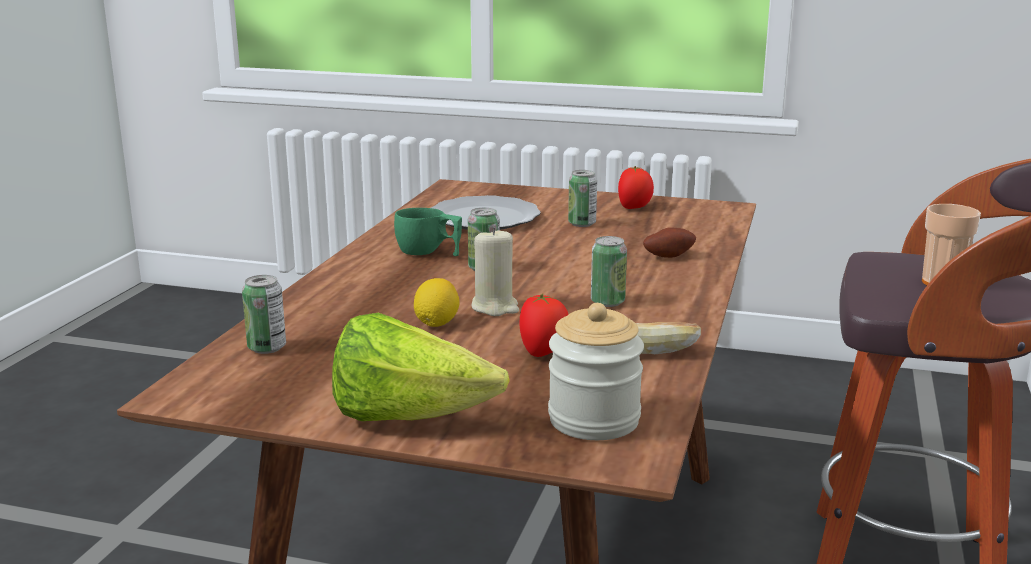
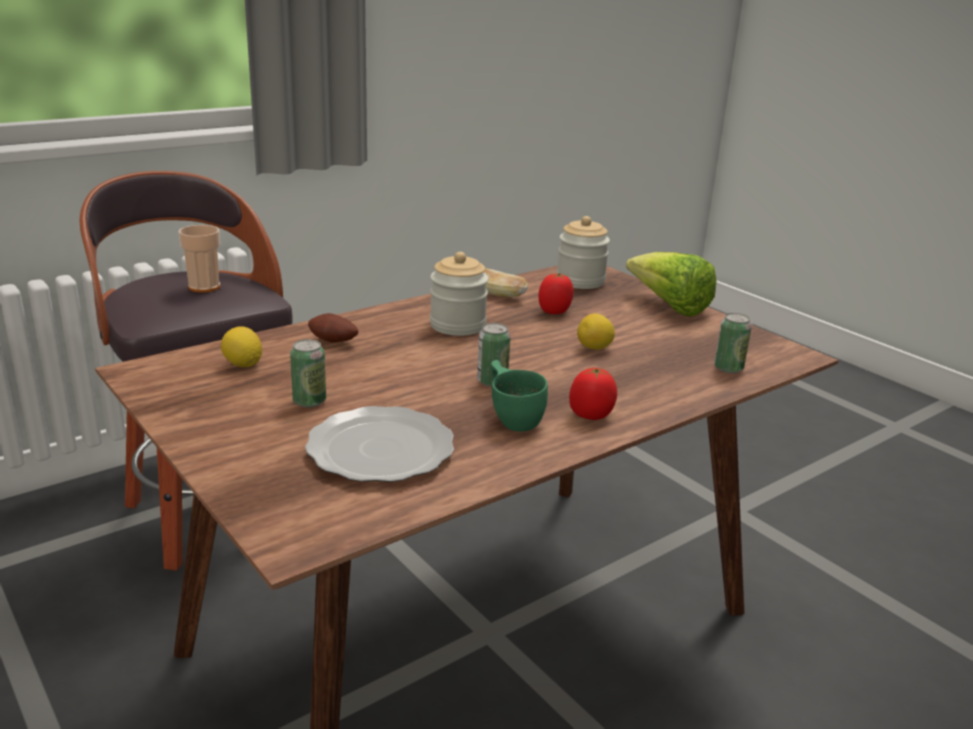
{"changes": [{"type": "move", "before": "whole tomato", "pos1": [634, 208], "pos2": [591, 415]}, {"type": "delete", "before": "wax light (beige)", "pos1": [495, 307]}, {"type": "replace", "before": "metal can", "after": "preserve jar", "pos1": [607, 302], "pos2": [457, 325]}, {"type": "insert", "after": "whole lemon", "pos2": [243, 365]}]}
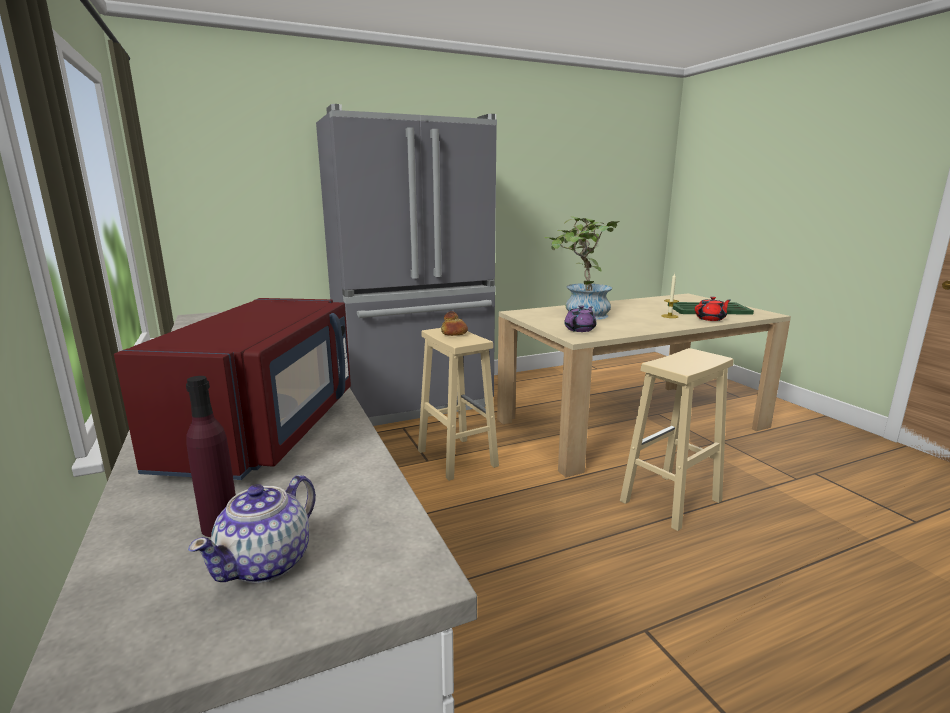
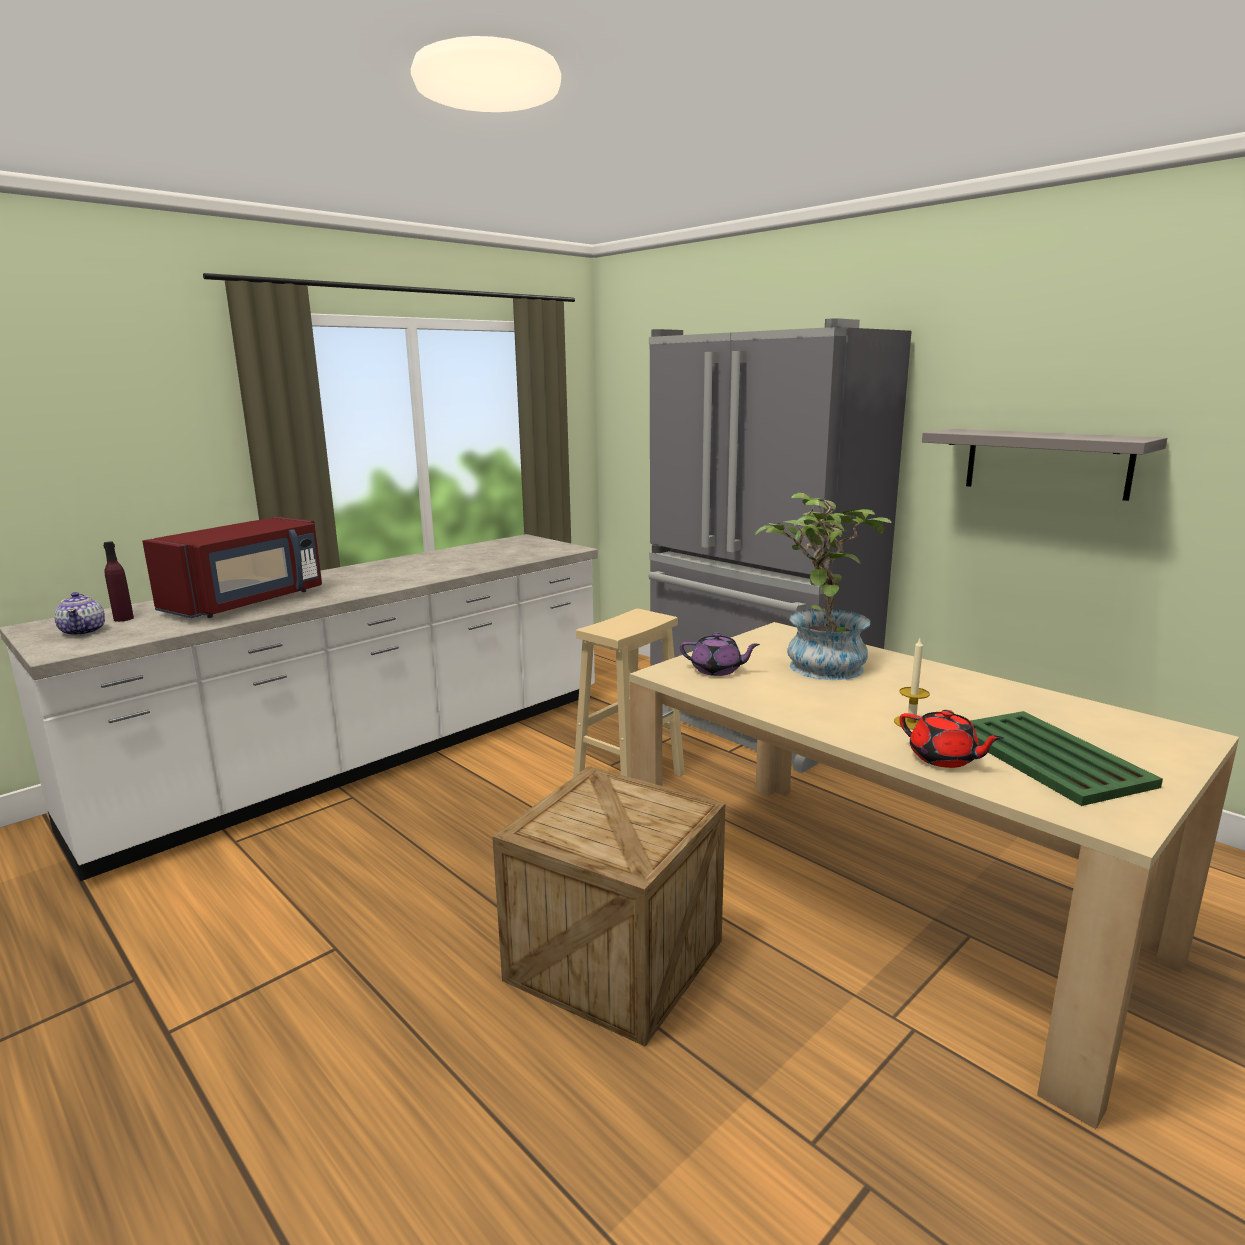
{"changes": [{"type": "rotate", "before": "microwave (red-coloured)", "pos1": [268, 429], "pos2": [248, 602], "turn": -45}, {"type": "delete", "before": "bread", "pos1": [454, 333]}, {"type": "replace", "before": "stool seat (beige)", "after": "shipping crate", "pos1": [670, 501], "pos2": [615, 960]}, {"type": "rotate", "before": "teapot", "pos1": [267, 563], "pos2": [84, 631], "turn": -120}, {"type": "insert", "after": "wall shelf (gray)", "pos2": [1046, 463]}]}
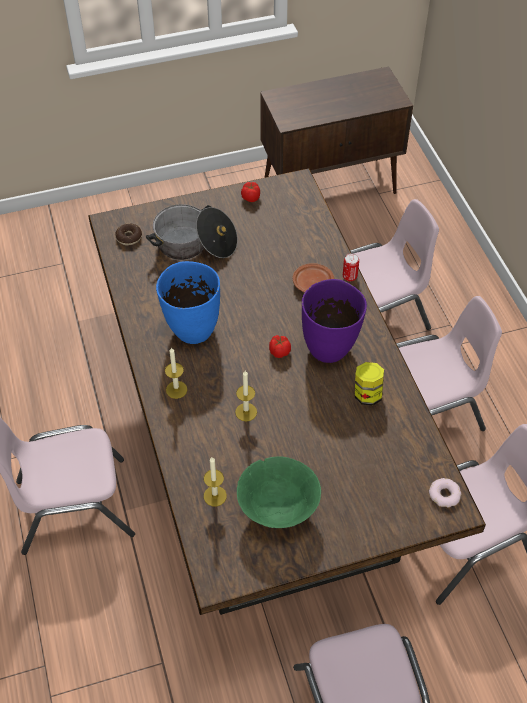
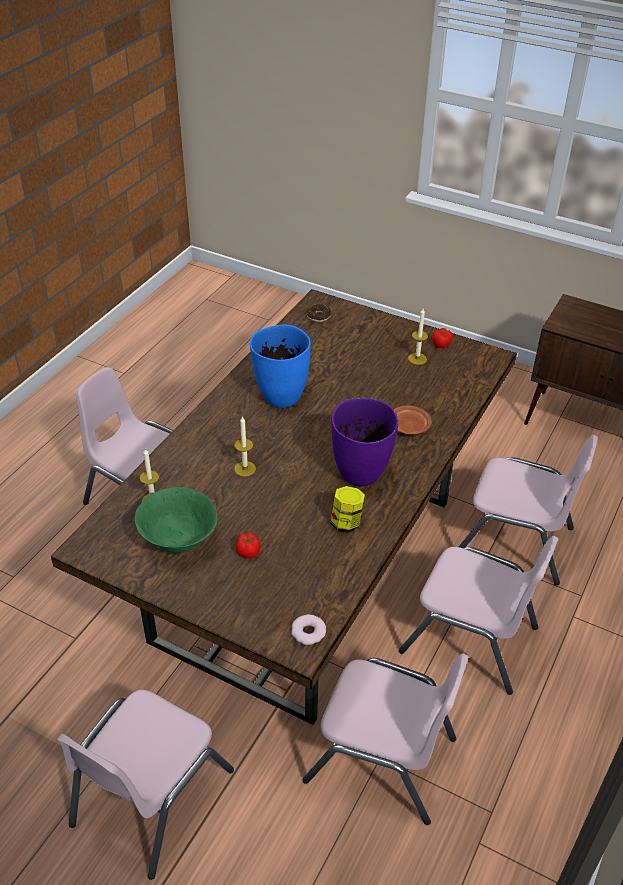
{"changes": [{"type": "delete", "before": "stockpot", "pos1": [195, 245]}, {"type": "delete", "before": "metal can", "pos1": [349, 277]}, {"type": "move", "before": "whole tomato", "pos1": [279, 351], "pos2": [248, 551]}, {"type": "move", "before": "wax light", "pos1": [176, 389], "pos2": [417, 358]}]}
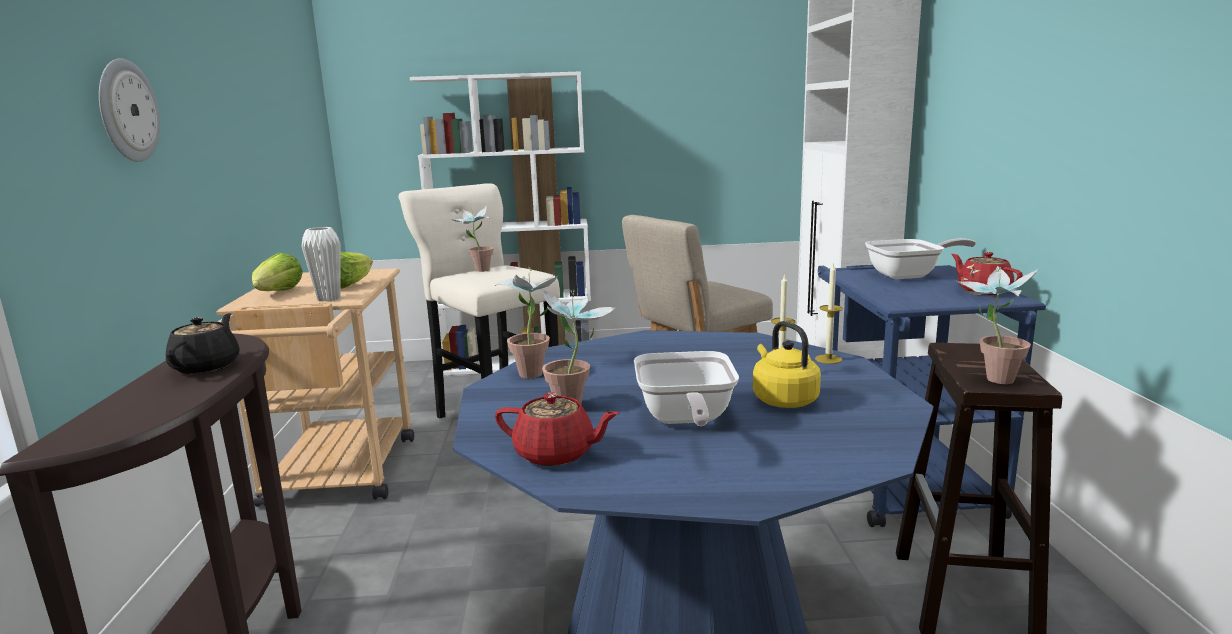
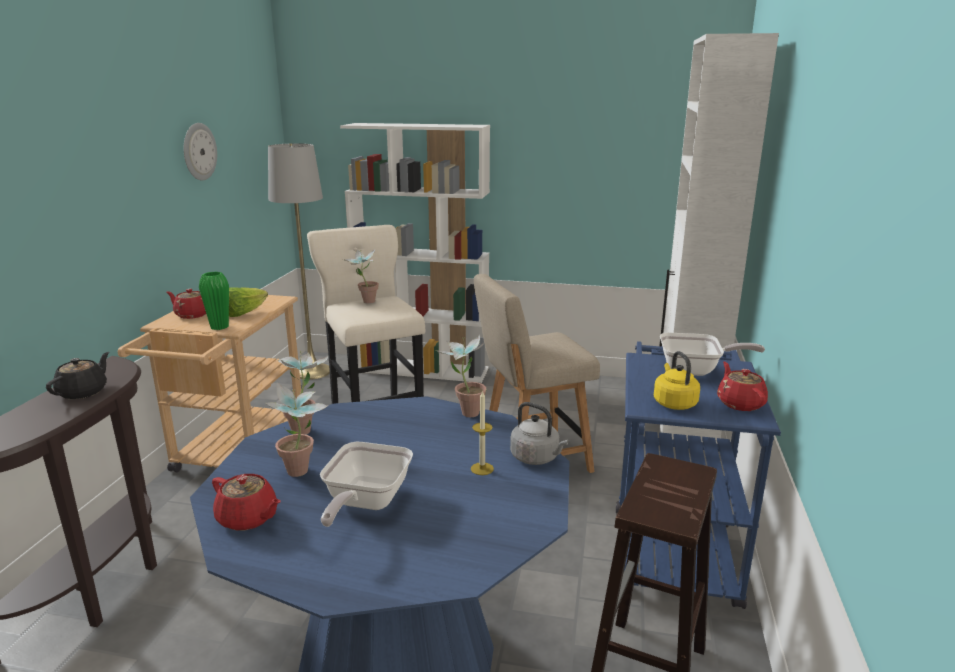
{"changes": [{"type": "move", "before": "clock on the wall", "pos1": [127, 111], "pos2": [198, 151]}, {"type": "recolor", "before": "vase (white)", "after": "vase (green-coloured)", "pos1": [328, 298], "pos2": [219, 327]}, {"type": "replace", "before": "head of lettuce", "after": "teapot (red-coloured)", "pos1": [278, 293], "pos2": [192, 315]}, {"type": "replace", "before": "wax light", "after": "tea kettle (gray)", "pos1": [828, 359], "pos2": [537, 458]}, {"type": "move", "before": "plant in a pot", "pos1": [989, 379], "pos2": [464, 411]}, {"type": "move", "before": "tea kettle (yellow)", "pos1": [783, 399], "pos2": [674, 403]}, {"type": "insert", "after": "floor lamp (gray)", "pos2": [312, 371]}]}
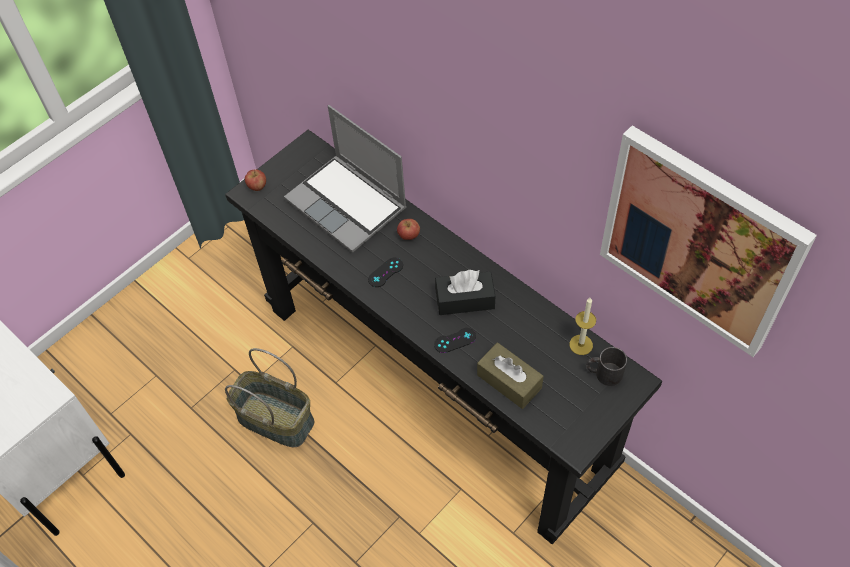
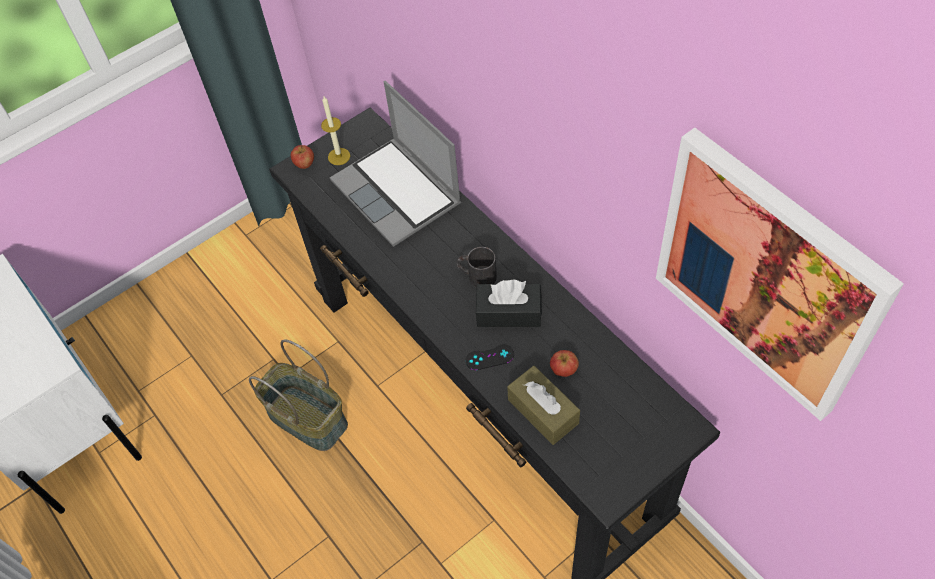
{"changes": [{"type": "move", "before": "apple", "pos1": [409, 236], "pos2": [564, 370]}, {"type": "delete", "before": "joypad (blackish)", "pos1": [385, 272]}, {"type": "move", "before": "wax light", "pos1": [581, 344], "pos2": [339, 156]}, {"type": "move", "before": "tea mug (blackish)", "pos1": [603, 373], "pos2": [476, 276]}]}
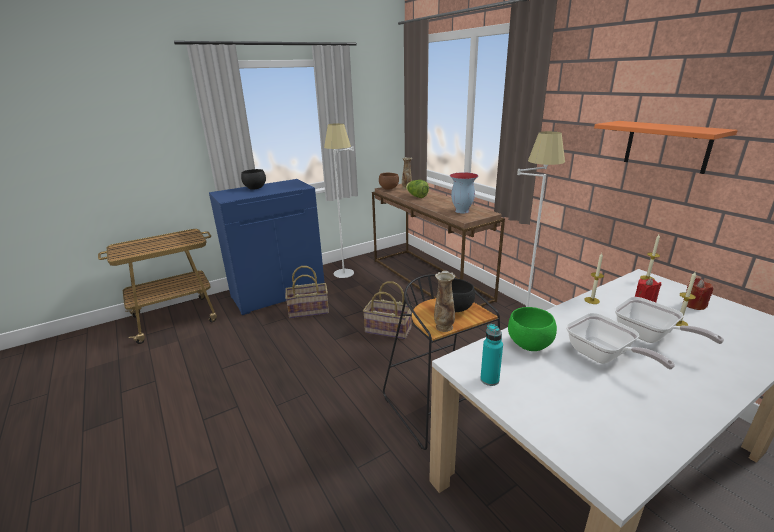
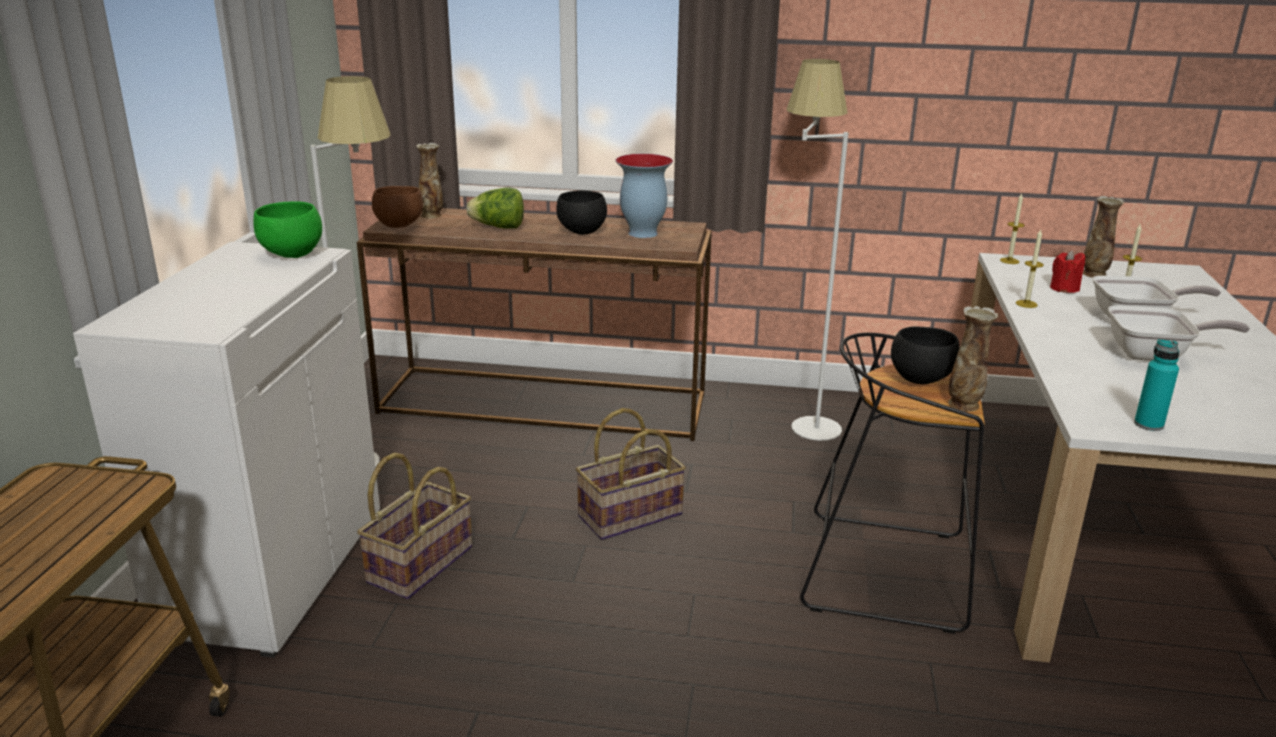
{"changes": [{"type": "delete", "before": "wall shelf (orange-coloured)", "pos1": [666, 146]}, {"type": "move", "before": "bowl (blackish)", "pos1": [254, 188], "pos2": [582, 232]}, {"type": "recolor", "before": "cabinet (blue-coloured)", "after": "cabinet (white)", "pos1": [278, 293], "pos2": [273, 570]}, {"type": "replace", "before": "wax light (red-coloured)", "after": "vase", "pos1": [694, 305], "pos2": [1094, 274]}, {"type": "move", "before": "bowl (green-coloured)", "pos1": [530, 346], "pos2": [293, 254]}]}
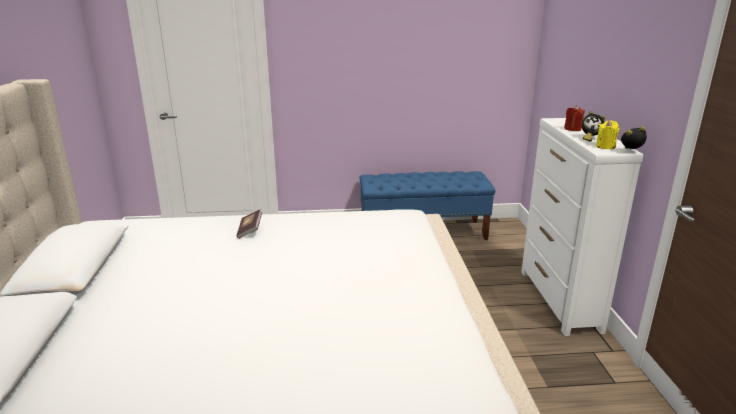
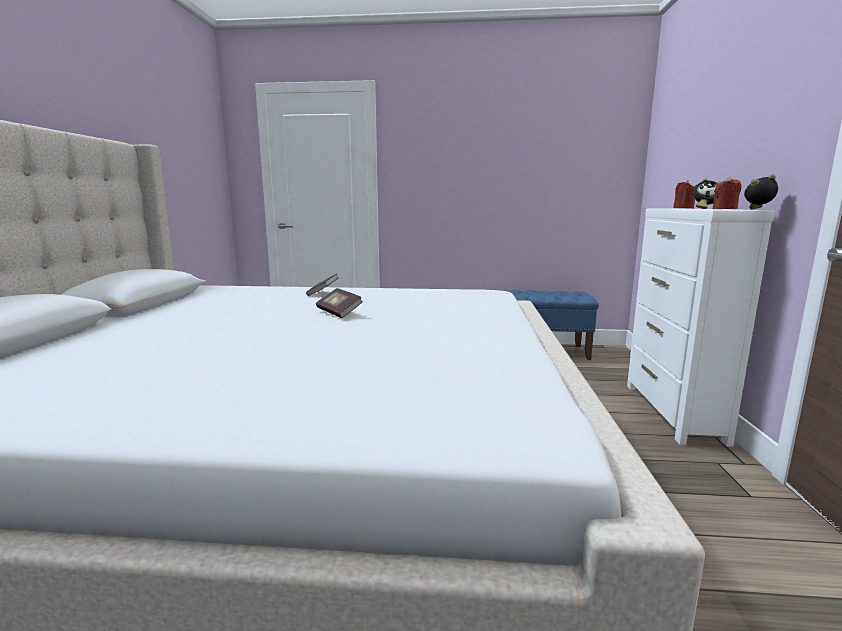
{"changes": [{"type": "recolor", "before": "wax light (yellow)", "after": "wax light (red-coloured)", "pos1": [605, 146], "pos2": [724, 209]}, {"type": "insert", "after": "book", "pos2": [339, 312]}]}
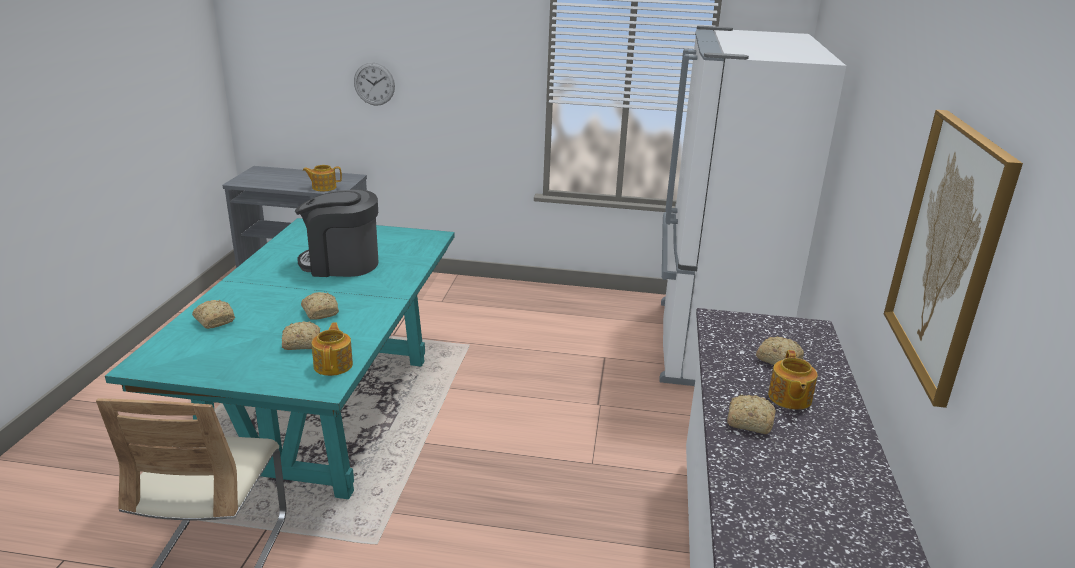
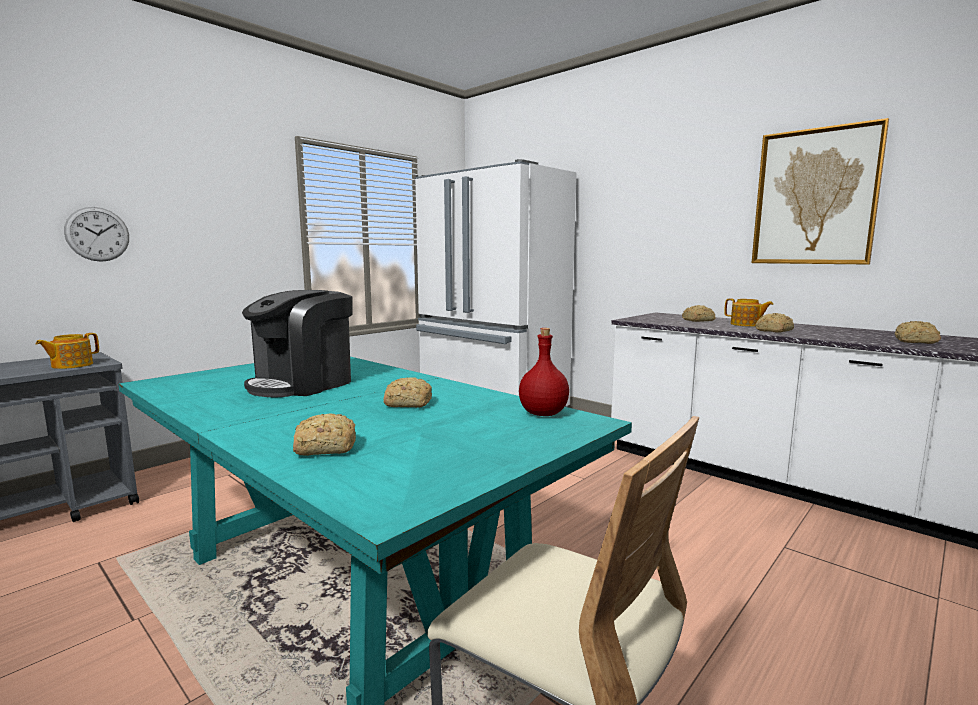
{"changes": [{"type": "move", "before": "bread", "pos1": [300, 343], "pos2": [915, 341]}, {"type": "replace", "before": "teapot", "after": "beverage bottle (red-coloured)", "pos1": [334, 365], "pos2": [544, 413]}]}
